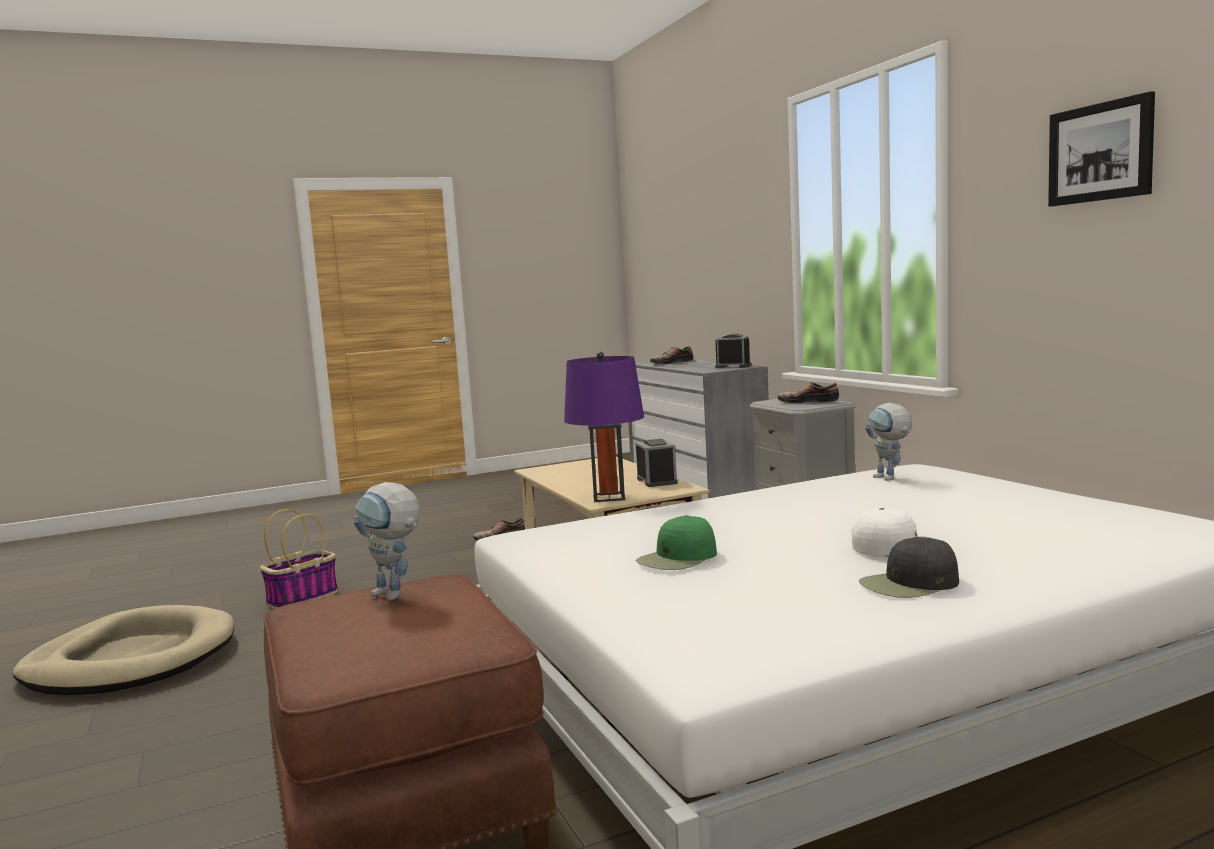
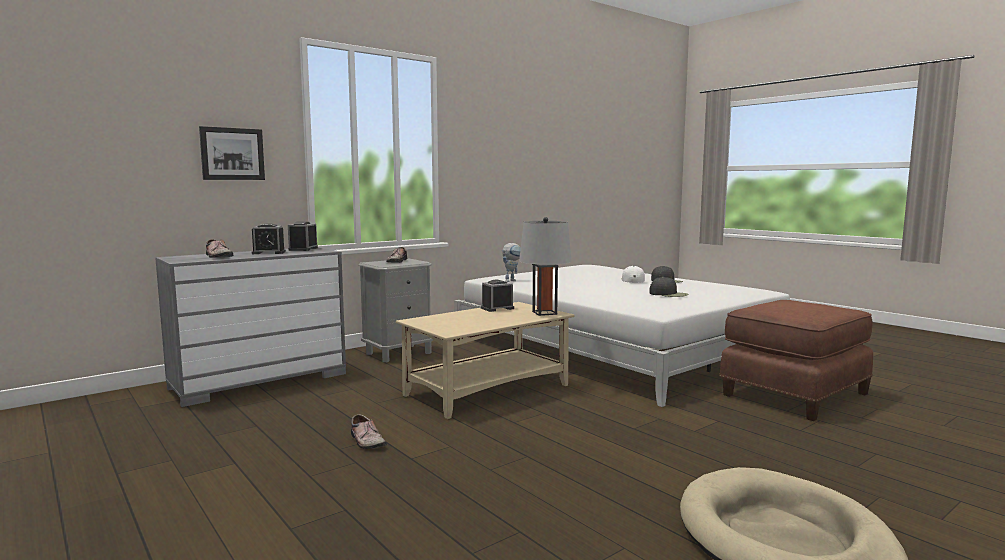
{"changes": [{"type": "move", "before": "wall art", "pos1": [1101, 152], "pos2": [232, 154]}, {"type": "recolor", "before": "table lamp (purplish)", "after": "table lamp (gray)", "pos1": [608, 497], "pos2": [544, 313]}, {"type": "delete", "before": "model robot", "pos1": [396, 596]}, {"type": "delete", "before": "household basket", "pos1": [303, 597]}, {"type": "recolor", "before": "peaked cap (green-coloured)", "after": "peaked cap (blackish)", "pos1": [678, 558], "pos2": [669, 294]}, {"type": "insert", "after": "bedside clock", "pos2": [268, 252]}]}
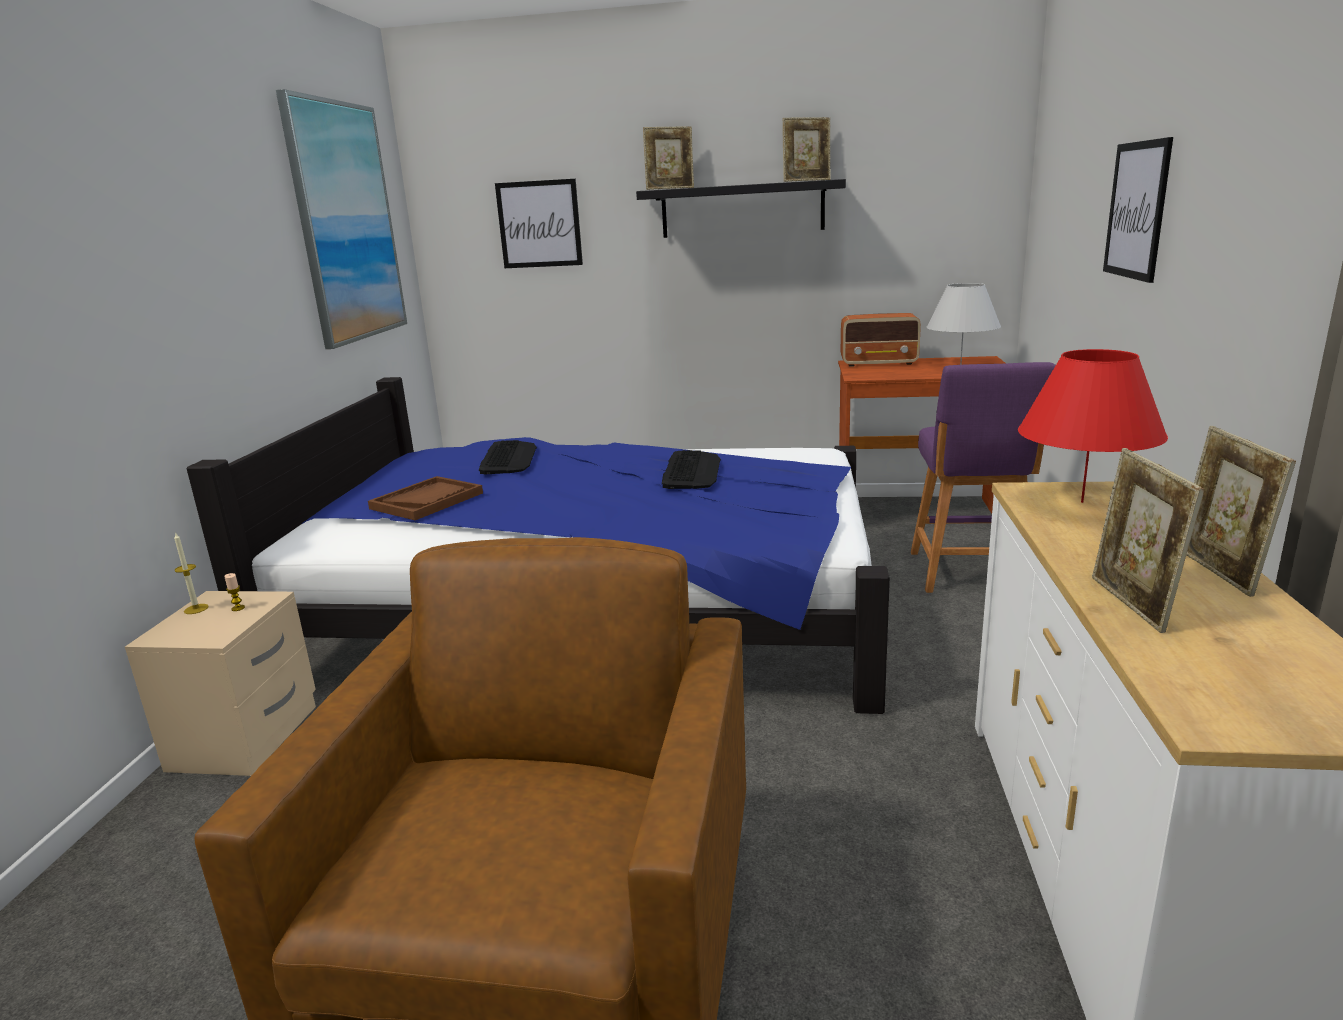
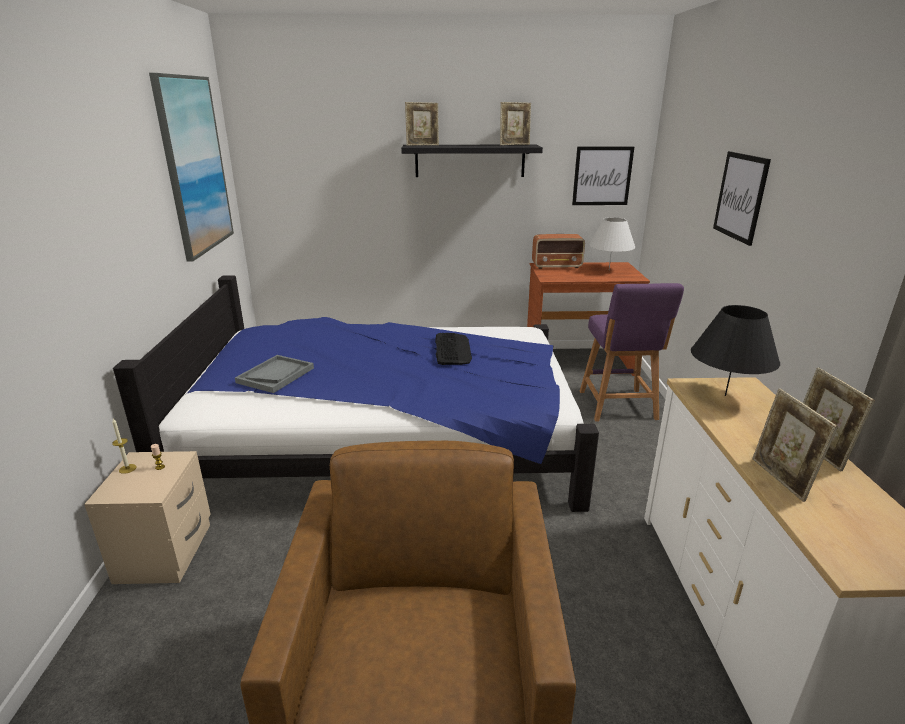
{"changes": [{"type": "move", "before": "wall art", "pos1": [539, 224], "pos2": [602, 176]}, {"type": "recolor", "before": "table lamp (red-coloured)", "after": "table lamp (blackish)", "pos1": [1082, 502], "pos2": [725, 395]}, {"type": "delete", "before": "PC keyboard", "pos1": [508, 458]}, {"type": "recolor", "before": "serving tray (brownish)", "after": "serving tray (gray)", "pos1": [427, 501], "pos2": [275, 375]}]}
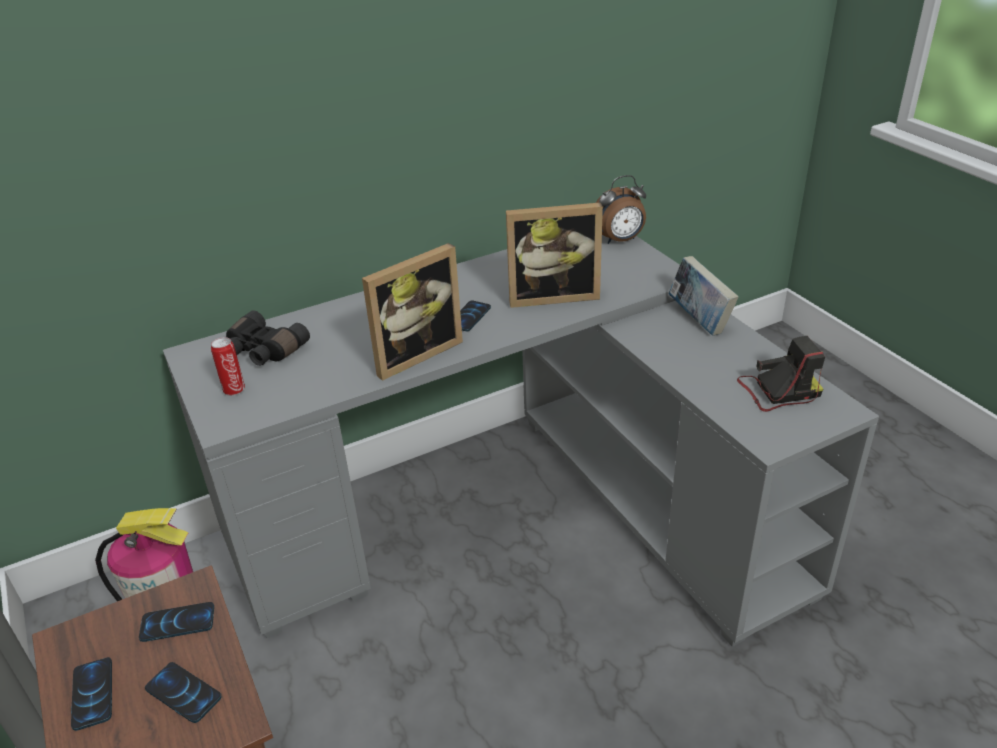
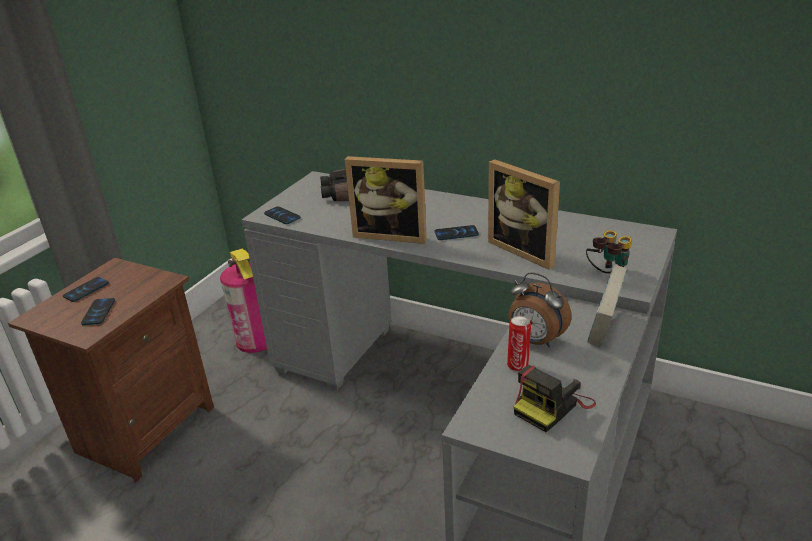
{"changes": [{"type": "move", "before": "bedside clock", "pos1": [620, 240], "pos2": [535, 341]}, {"type": "rotate", "before": "still camera", "pos1": [778, 391], "pos2": [552, 406], "turn": 90}, {"type": "move", "before": "metal can", "pos1": [234, 389], "pos2": [518, 365]}, {"type": "move", "before": "telephone", "pos1": [177, 623], "pos2": [282, 216]}, {"type": "insert", "after": "pair of binoculars", "pos2": [607, 275]}]}
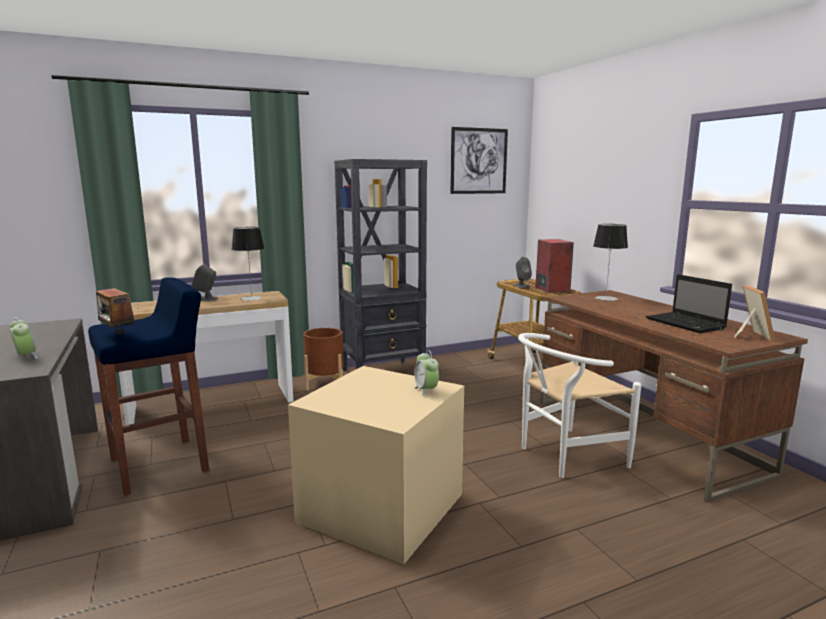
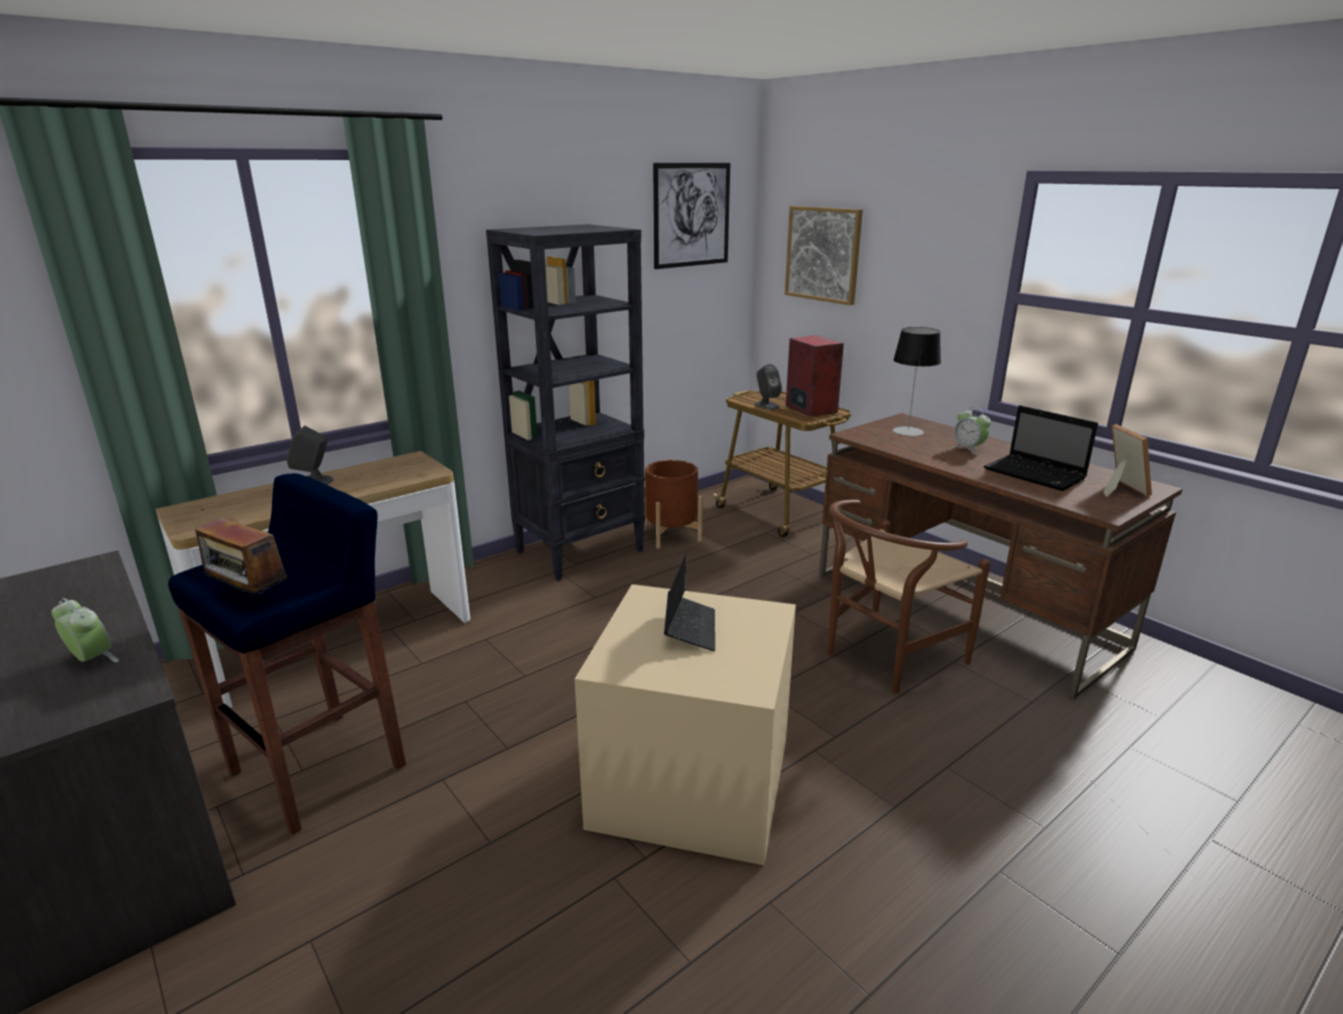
{"changes": [{"type": "delete", "before": "table lamp", "pos1": [251, 298]}, {"type": "move", "before": "flower pot (brownish)", "pos1": [325, 383], "pos2": [671, 535]}, {"type": "recolor", "before": "upright chair (white)", "after": "upright chair (brownish)", "pos1": [564, 456], "pos2": [884, 658]}, {"type": "move", "before": "bedside clock", "pos1": [426, 391], "pos2": [968, 449]}, {"type": "insert", "after": "wall art", "pos2": [823, 254]}, {"type": "insert", "after": "portable computer", "pos2": [690, 629]}]}
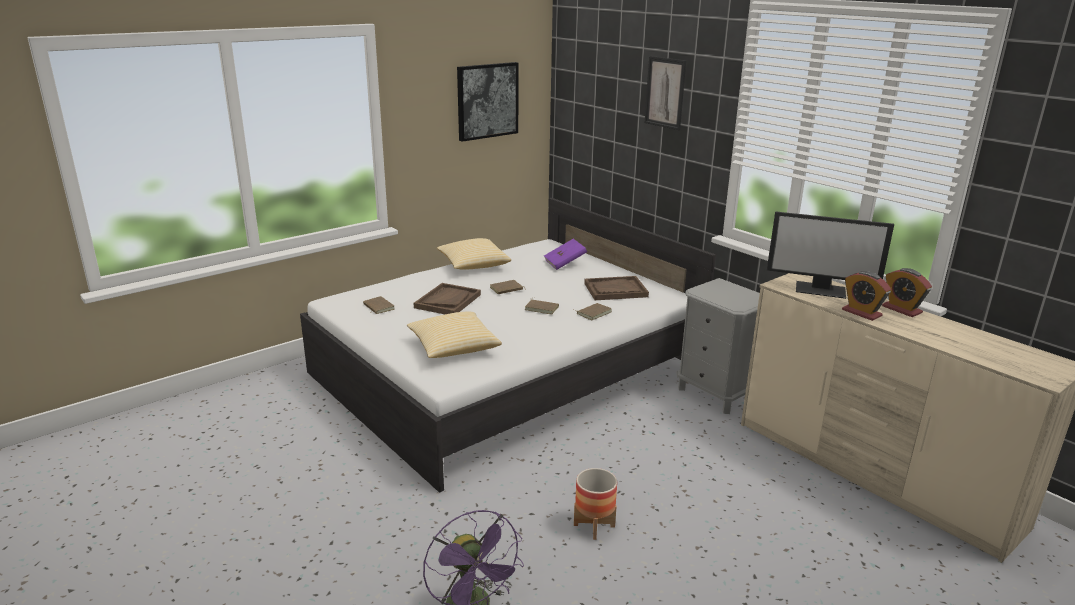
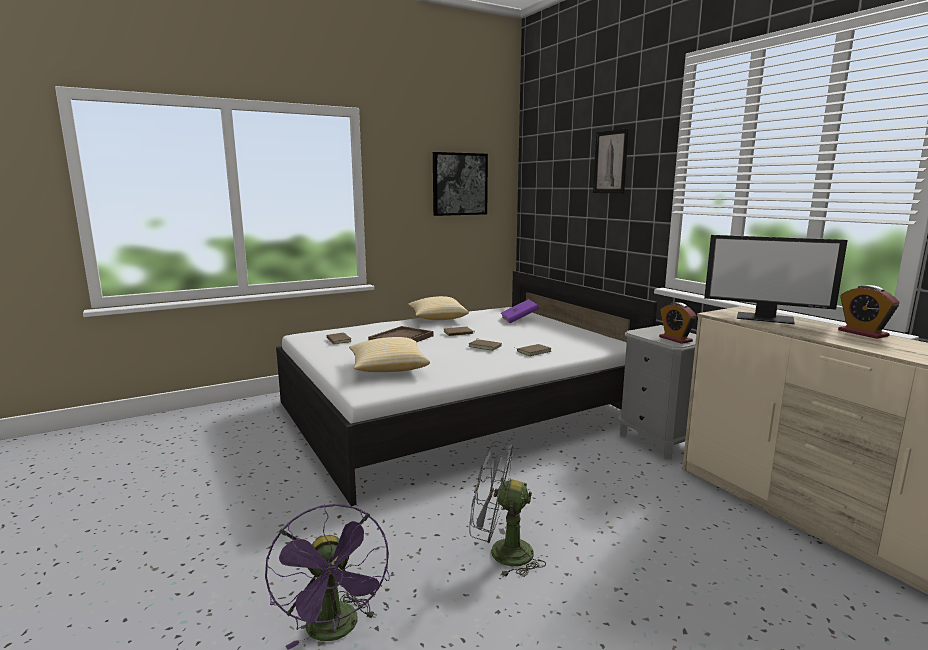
{"changes": [{"type": "move", "before": "bedside clock", "pos1": [861, 313], "pos2": [675, 339]}, {"type": "delete", "before": "serving tray (brownish)", "pos1": [615, 290]}, {"type": "replace", "before": "flower pot", "after": "electric fan (gray)", "pos1": [594, 525], "pos2": [501, 553]}]}
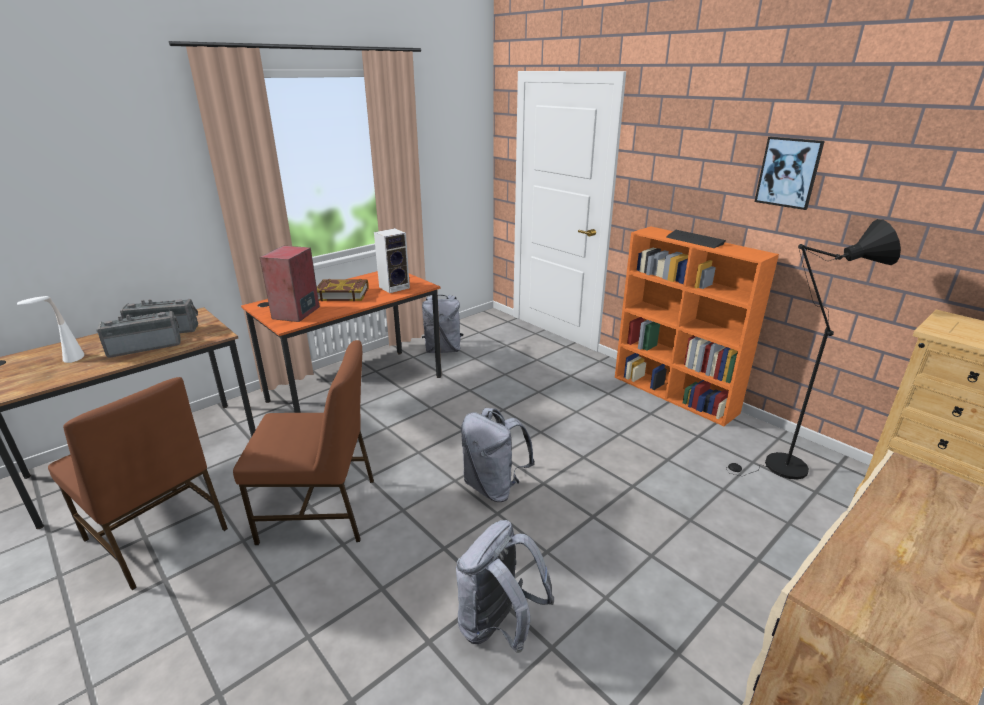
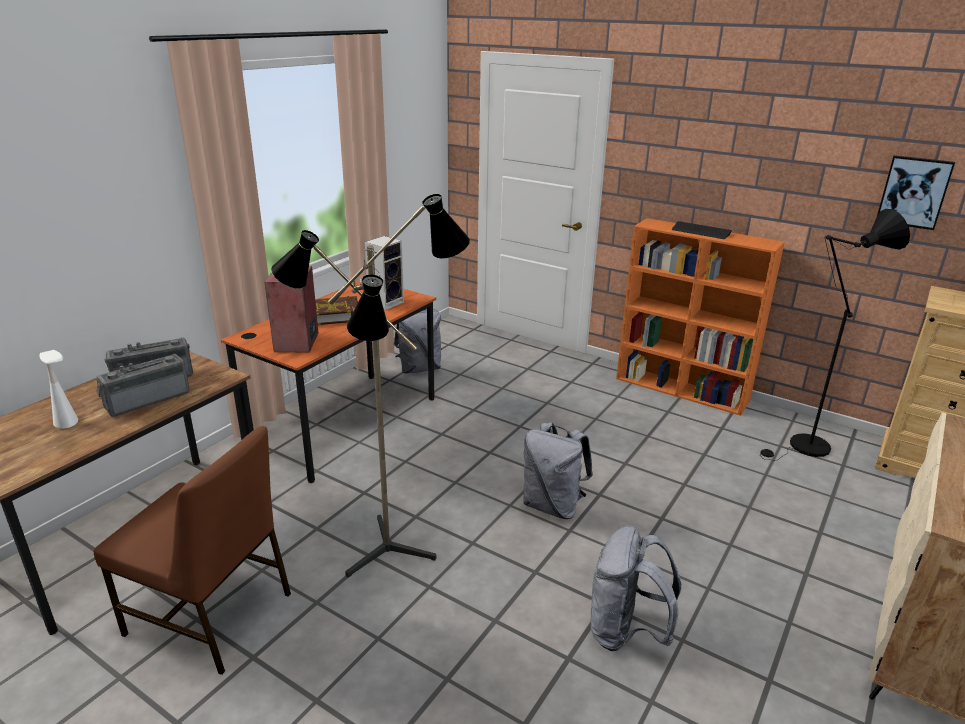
{"changes": [{"type": "move", "before": "wall art", "pos1": [788, 172], "pos2": [914, 192]}, {"type": "replace", "before": "upright chair (brownish)", "after": "floor lamp", "pos1": [321, 511], "pos2": [385, 558]}]}
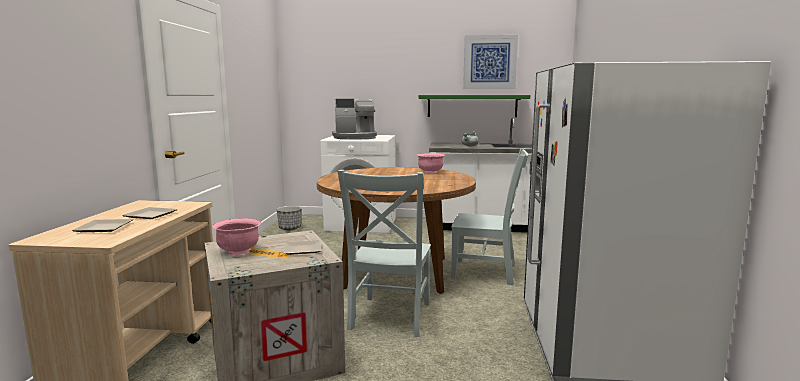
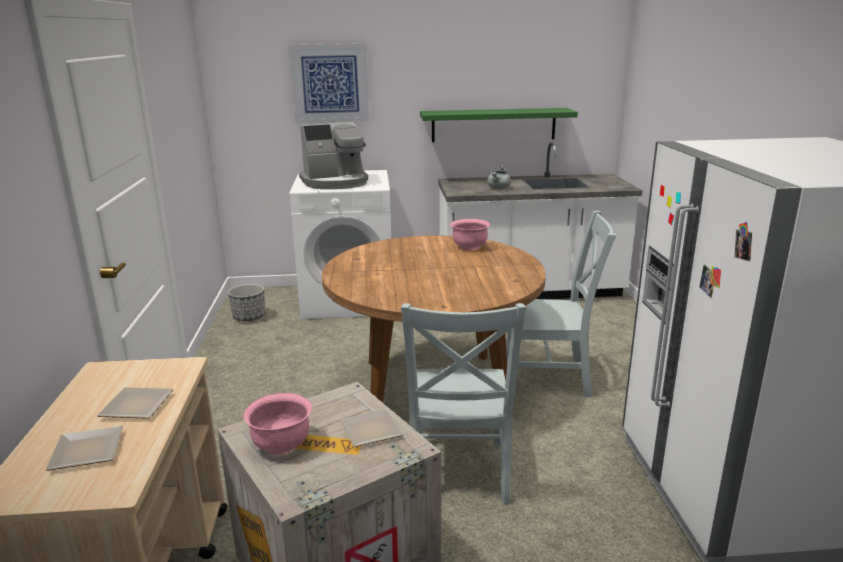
{"changes": [{"type": "move", "before": "wall art", "pos1": [490, 62], "pos2": [330, 83]}]}
